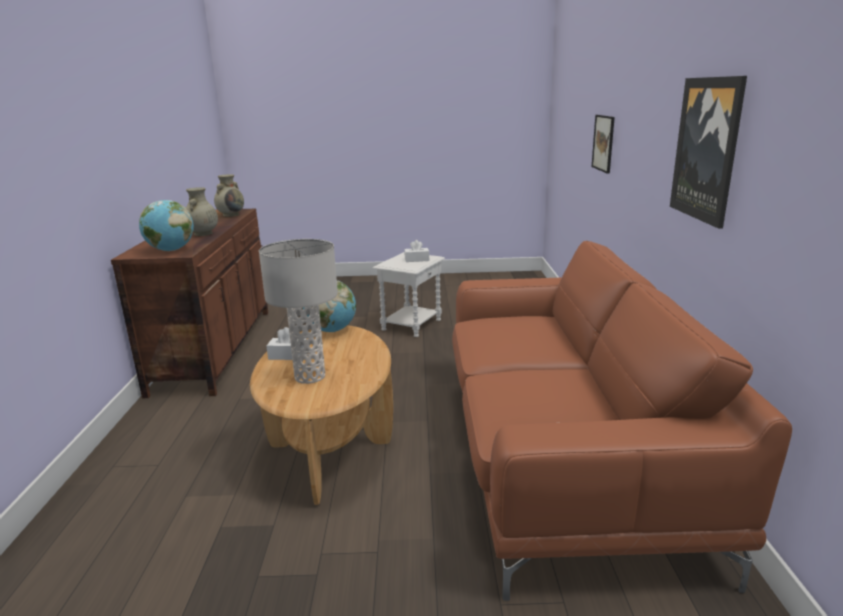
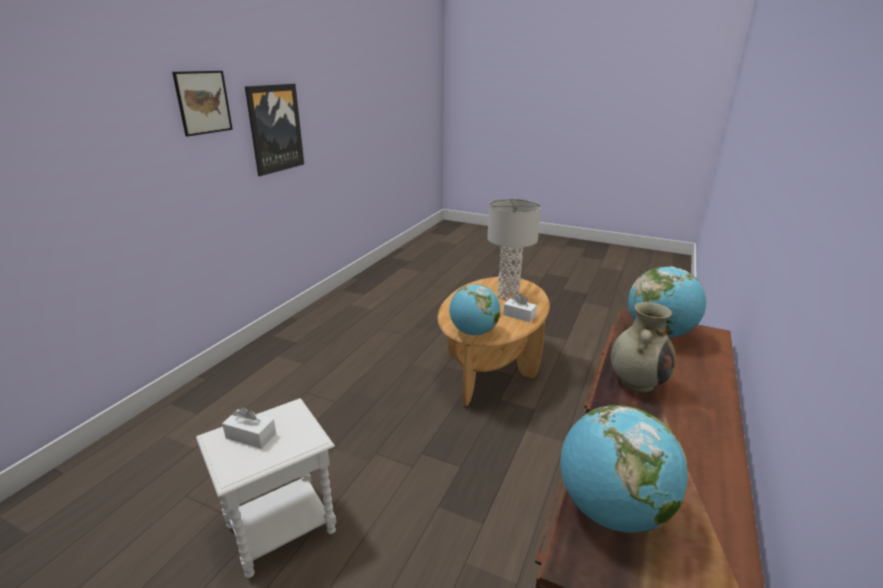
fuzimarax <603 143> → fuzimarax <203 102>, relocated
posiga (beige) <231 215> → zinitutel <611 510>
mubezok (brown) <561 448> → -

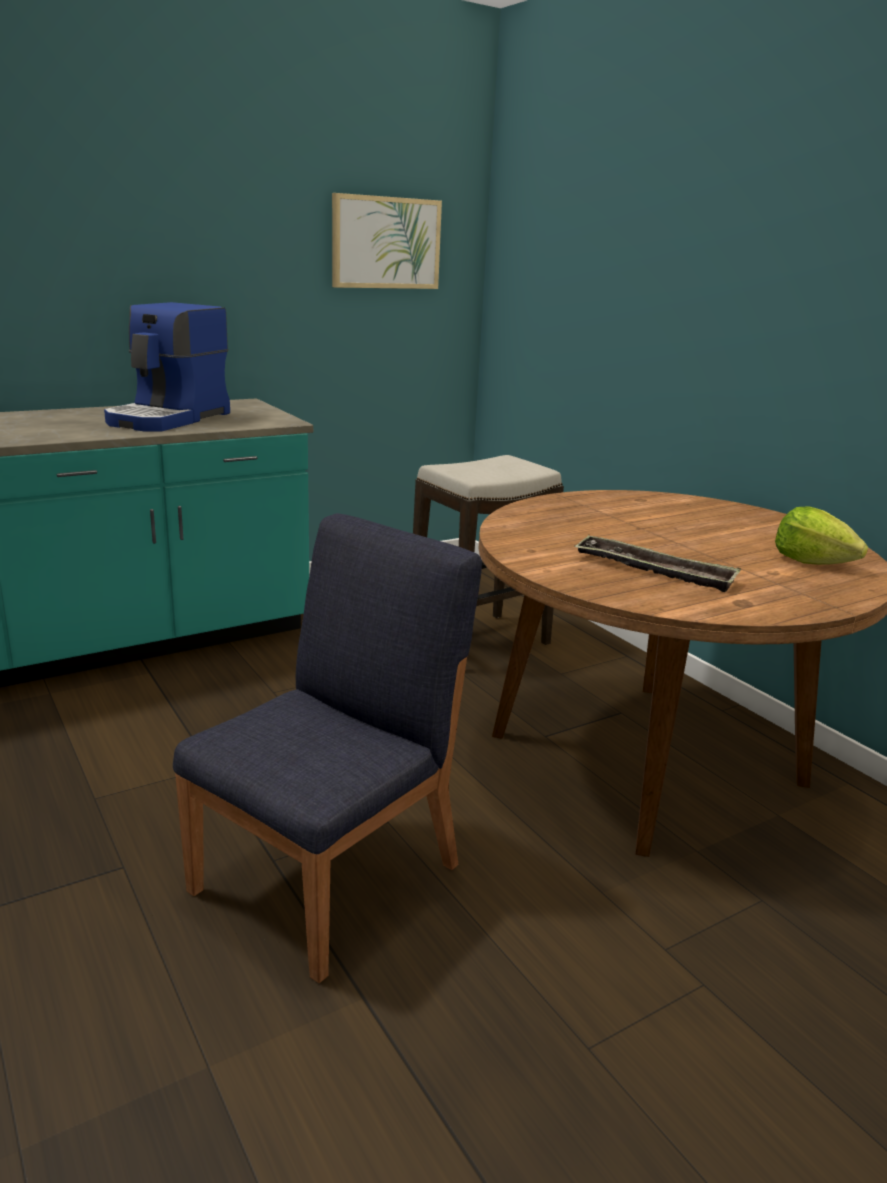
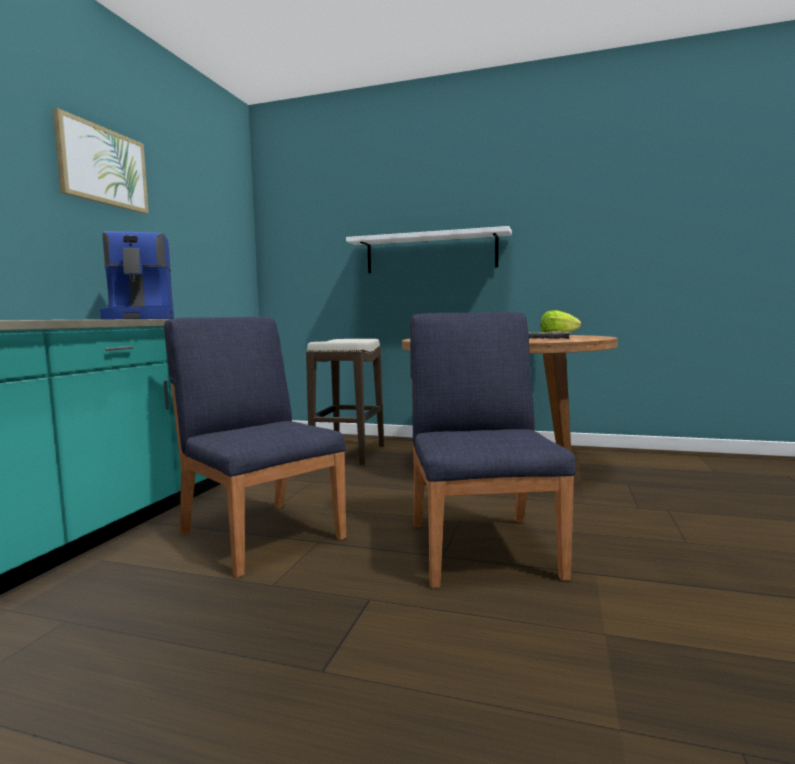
fuzimarax <386 243> → fuzimarax <103 166>, relocated
- → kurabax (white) <430 253>
- → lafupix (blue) <261 534>

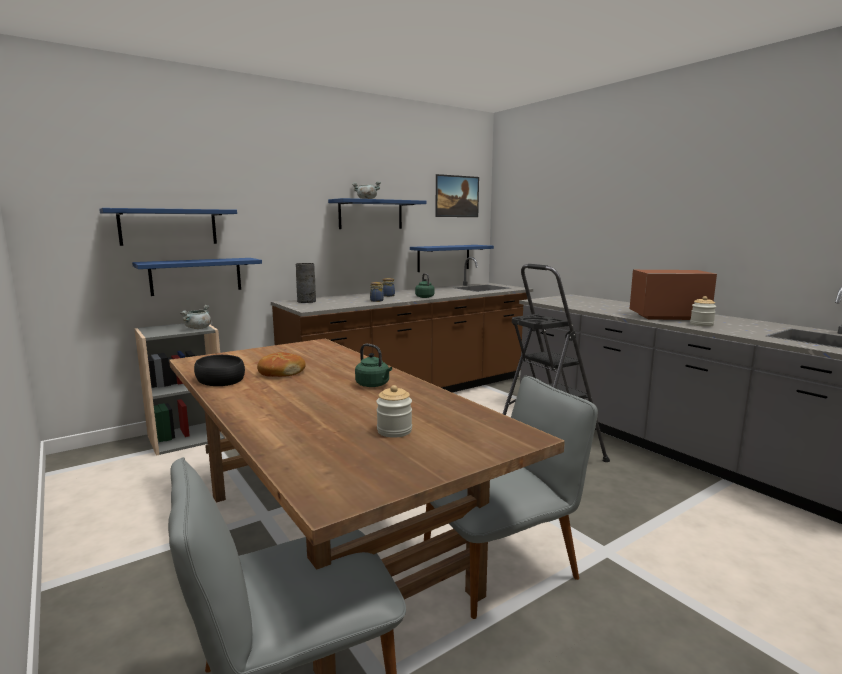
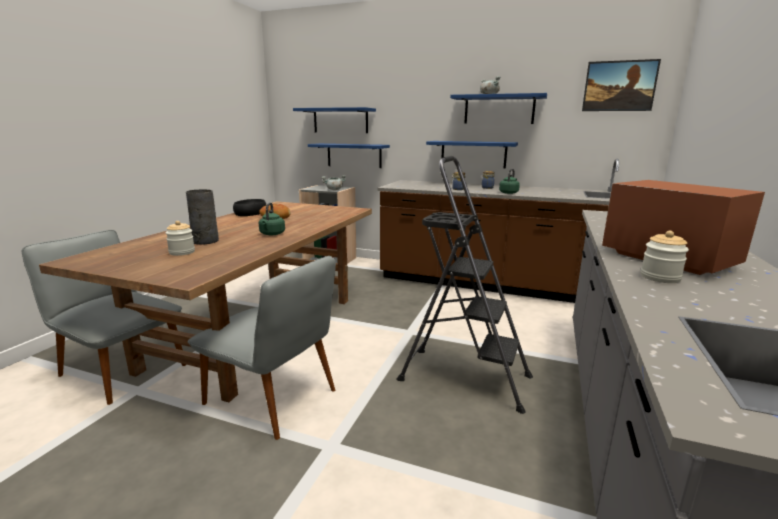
kurabax (blue) <443 258> → kurabax (blue) <473 154>, relocated
posiga (grey) <306 301> → posiga (grey) <205 241>, relocated

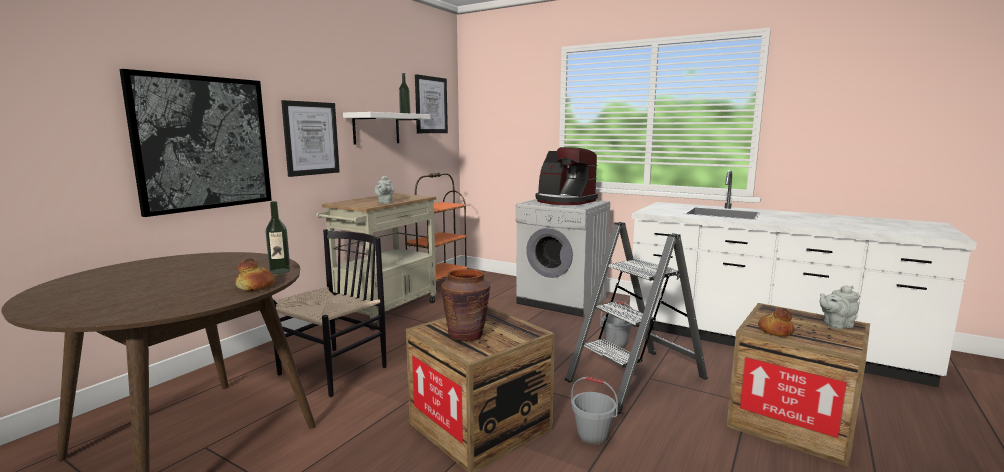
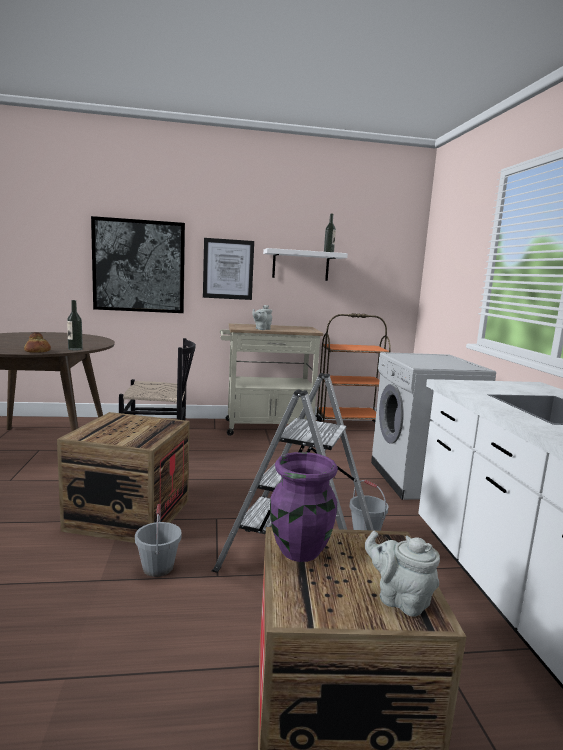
fuzimarax <431 105> → -
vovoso <564 201> → -
posiga (brown) <466 335> → -
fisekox <774 331> → posiga (purple) <299 551>

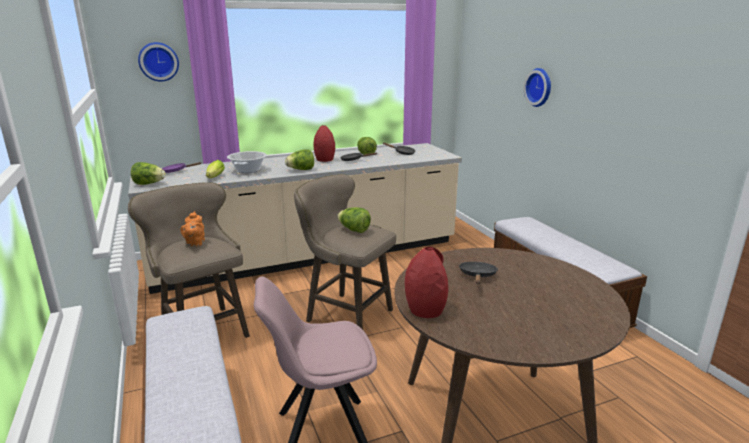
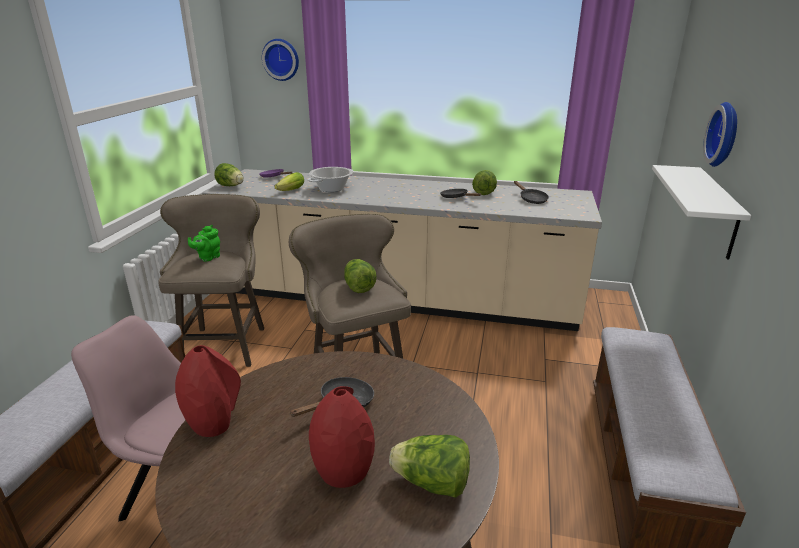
posiga (red) <324 160> → posiga (red) <342 470>, relocated
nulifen <301 170> → nulifen <432 484>, relocated
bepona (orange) <195 243> → bepona (green) <208 257>
- → kurabax (white) <716 212>

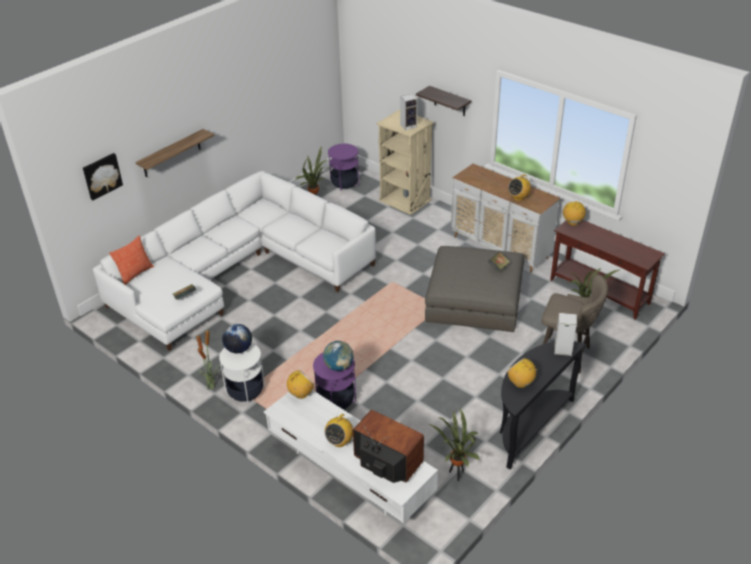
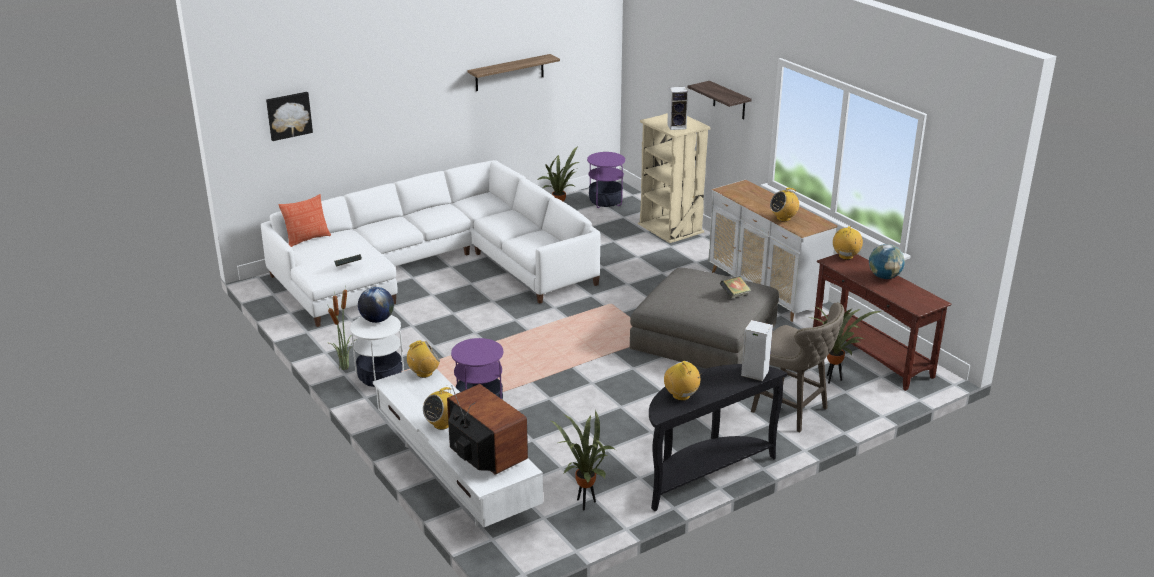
kurabax <171 153> → kurabax <509 72>, relocated
zinitutel <339 366> → zinitutel <884 277>, relocated

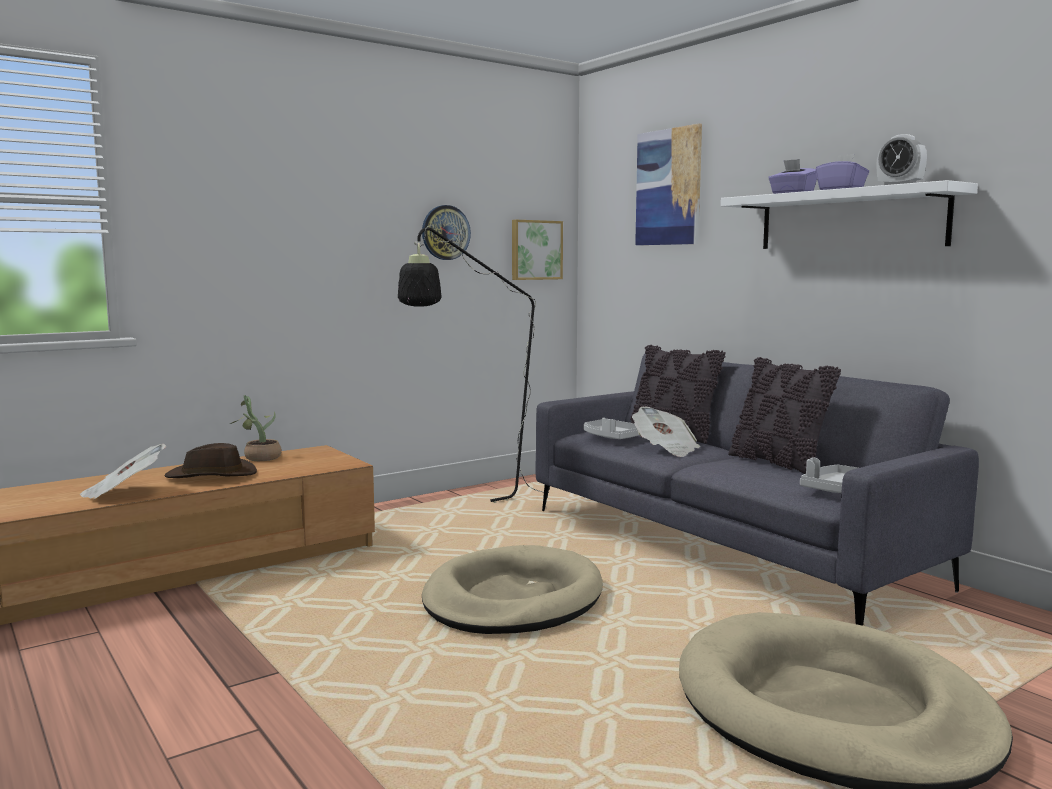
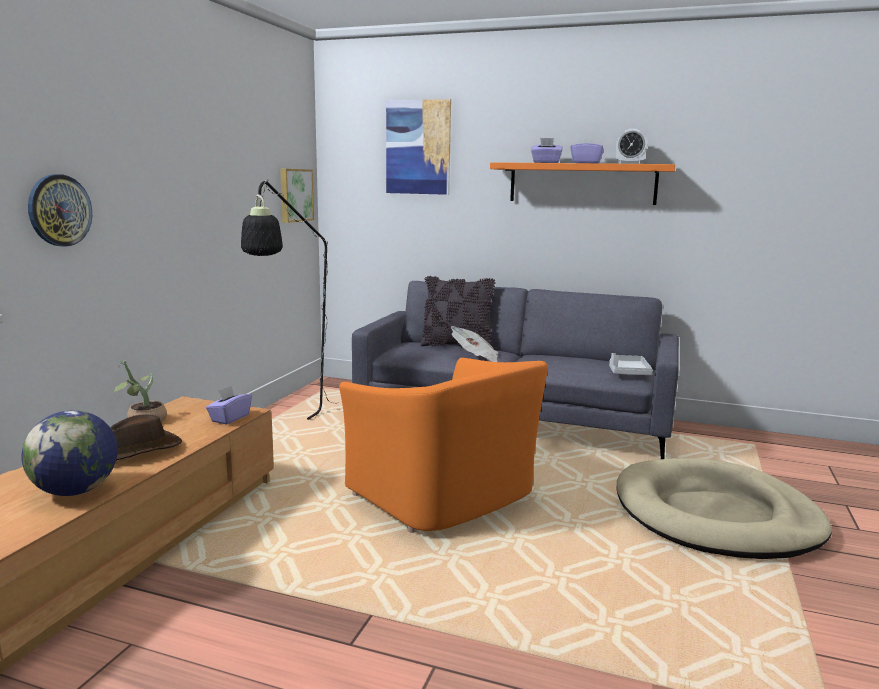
kurabax (white) <850 220> → kurabax (orange) <582 183>
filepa <445 232> → filepa <59 210>, relocated
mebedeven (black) <778 463> → -
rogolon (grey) <612 437> → -
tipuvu <123 493> → zinitutel <75 491>
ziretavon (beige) <512 599> → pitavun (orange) <445 497>
- → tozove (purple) <230 418>

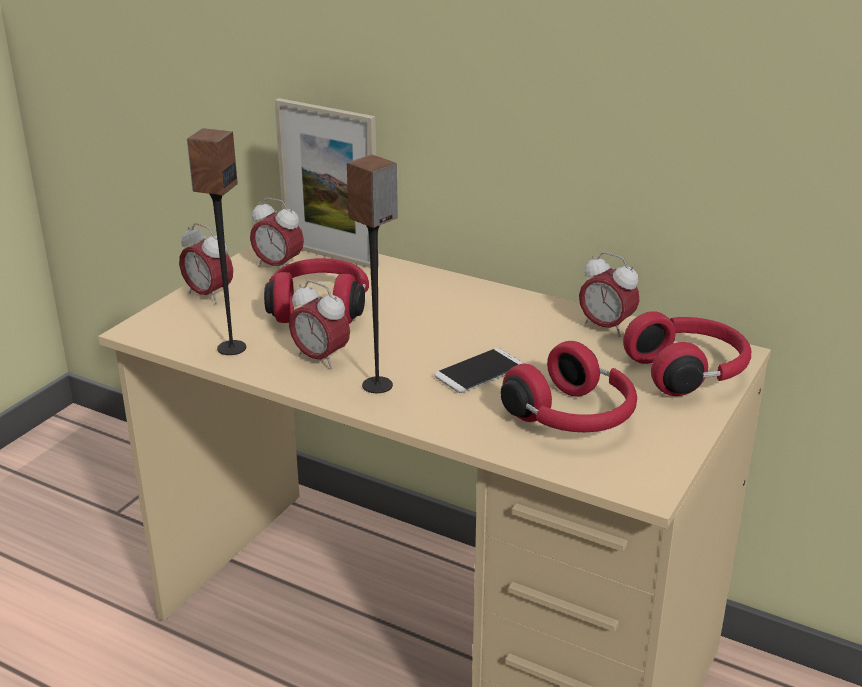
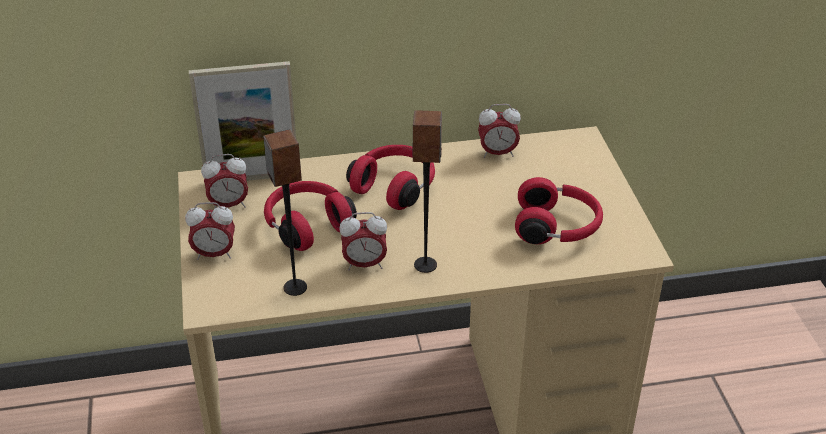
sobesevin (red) <688 372> → sobesevin (red) <395 186>, relocated
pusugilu <479 372> → -

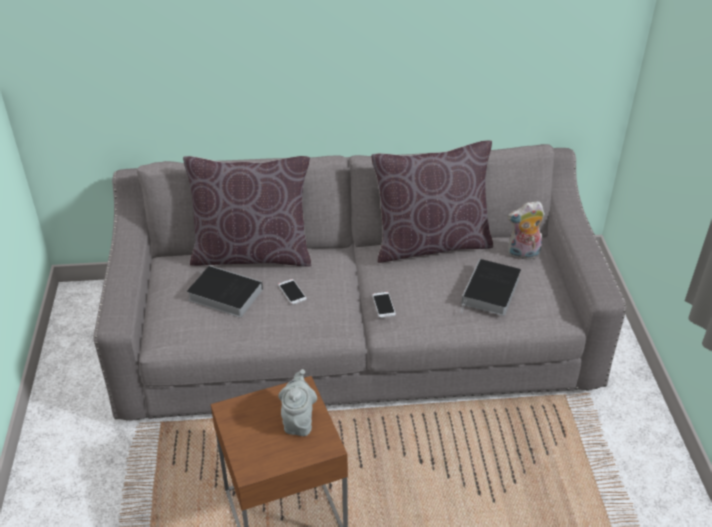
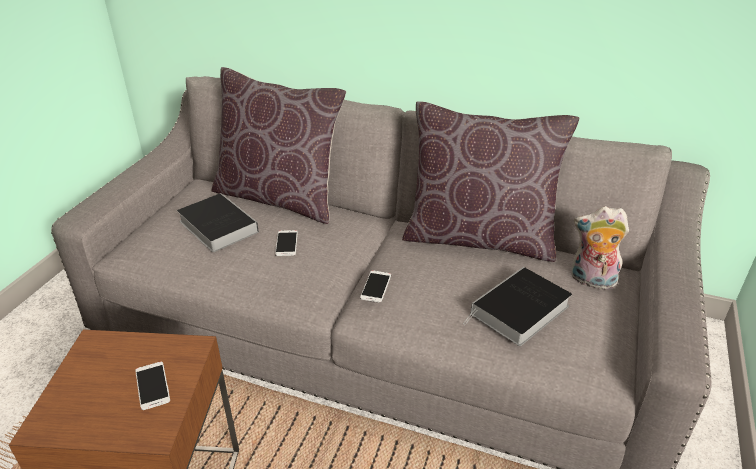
bepona (grey) <298 420> → pusugilu <152 385>

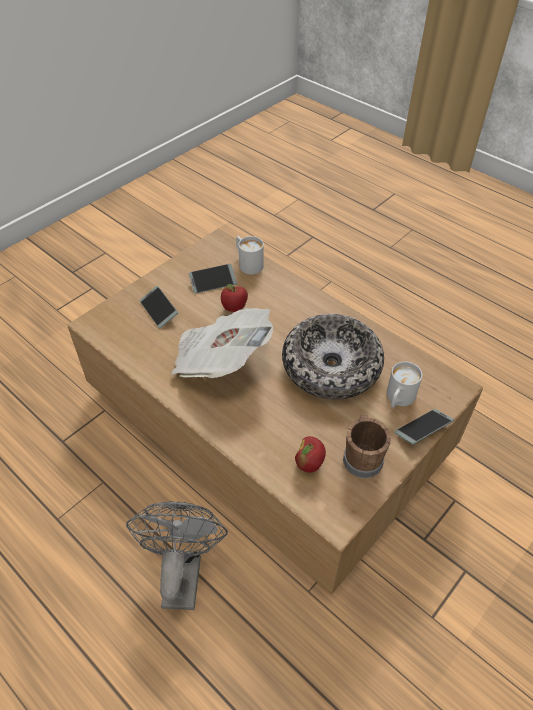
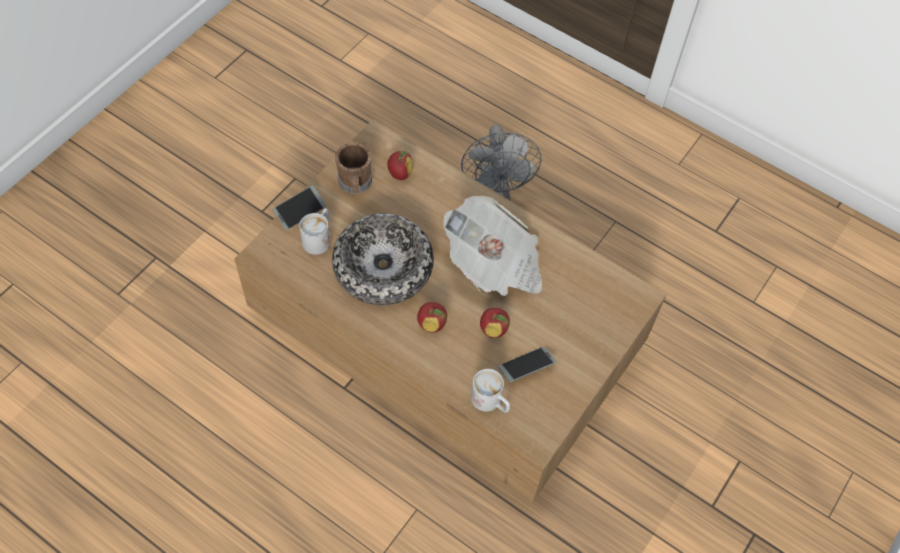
pusugilu <159 310> → -
- → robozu <432 324>

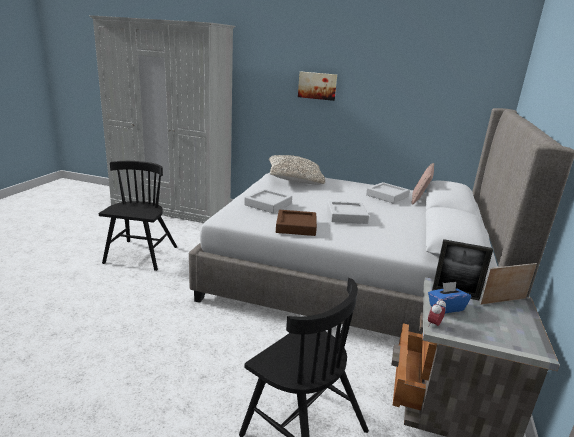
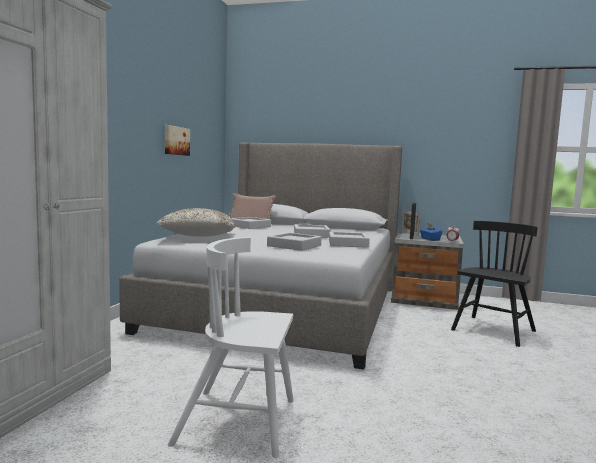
fuzimarax <317 85> → fuzimarax <176 141>, relocated
lafupix (black) <139 256> → lafupix (white) <244 421>
rogolon (brown) <296 226> → rogolon (grey) <348 244>

